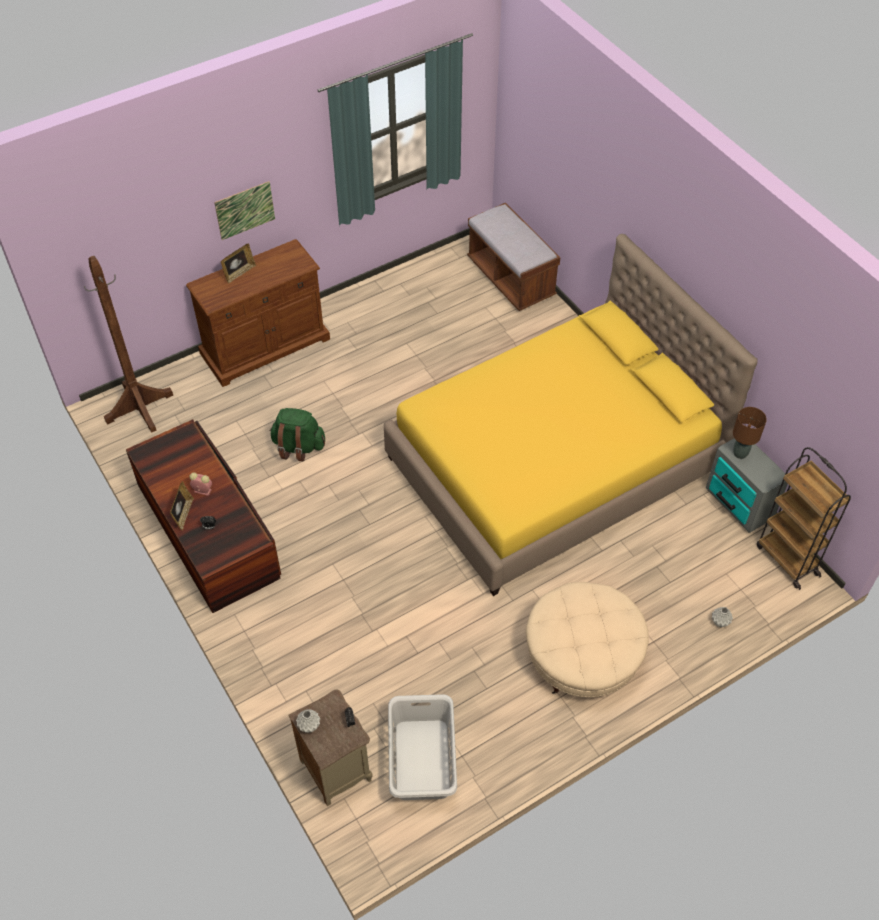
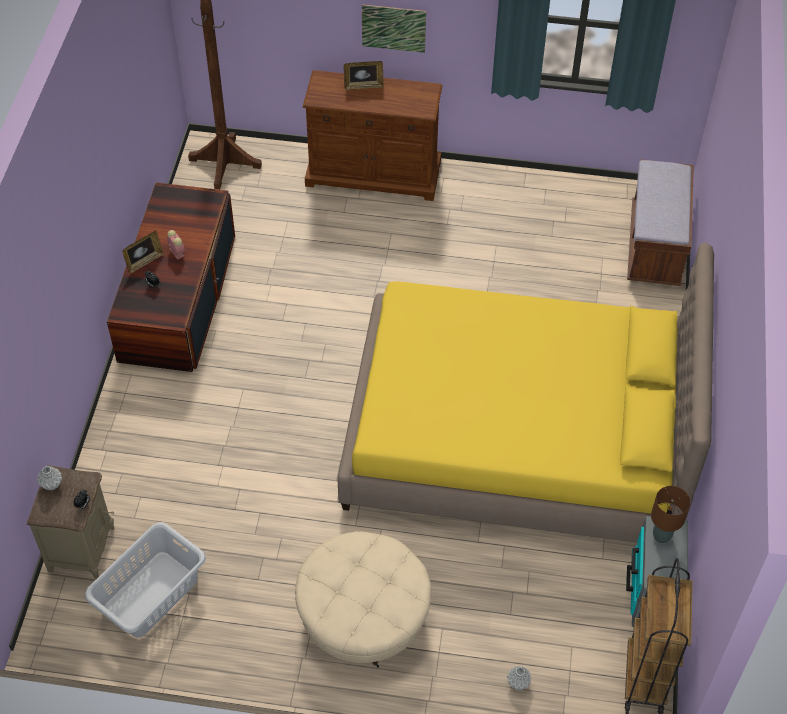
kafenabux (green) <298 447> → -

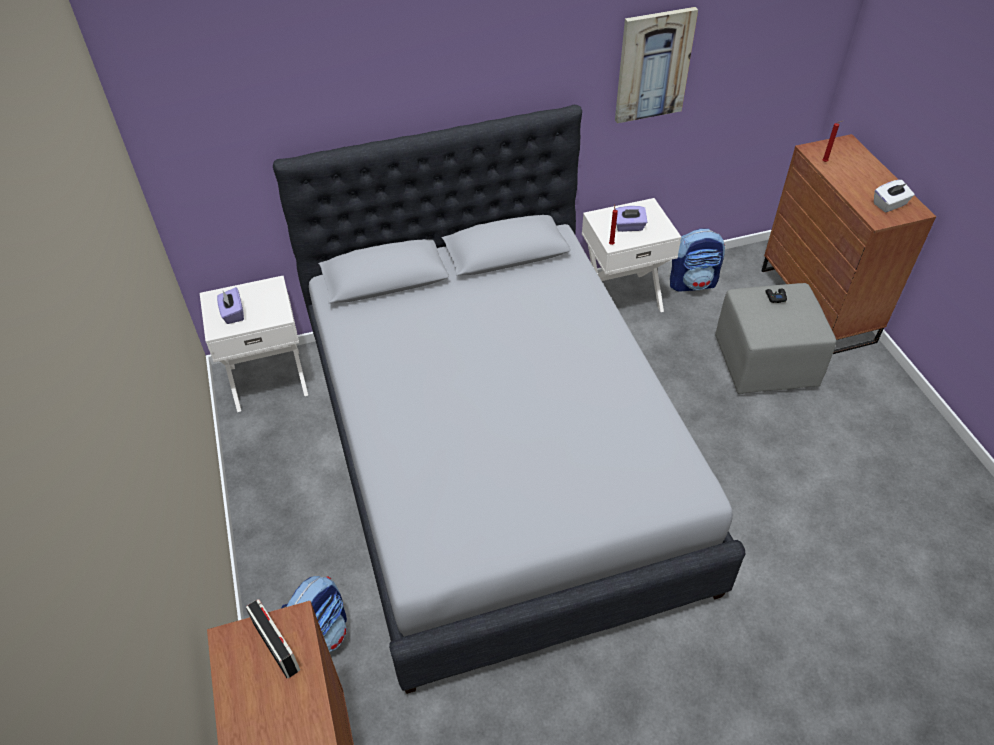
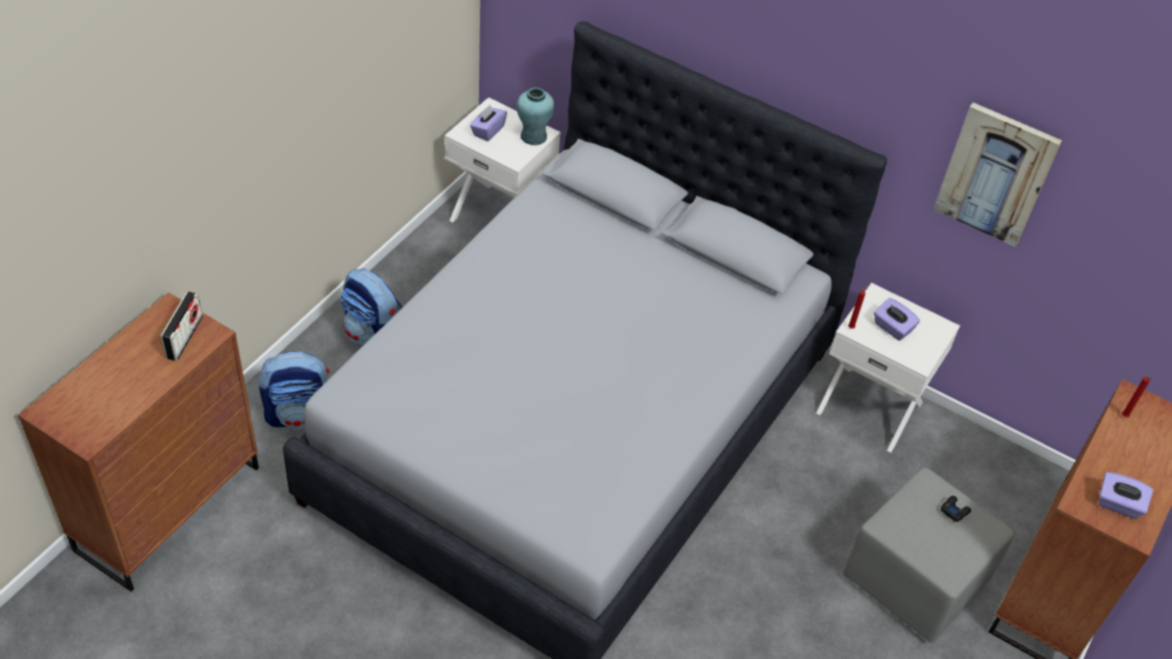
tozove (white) <890 204> → tozove (purple) <1118 504>
kafenabux <693 283> → kafenabux <374 335>, relocated
- → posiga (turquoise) <533 136>

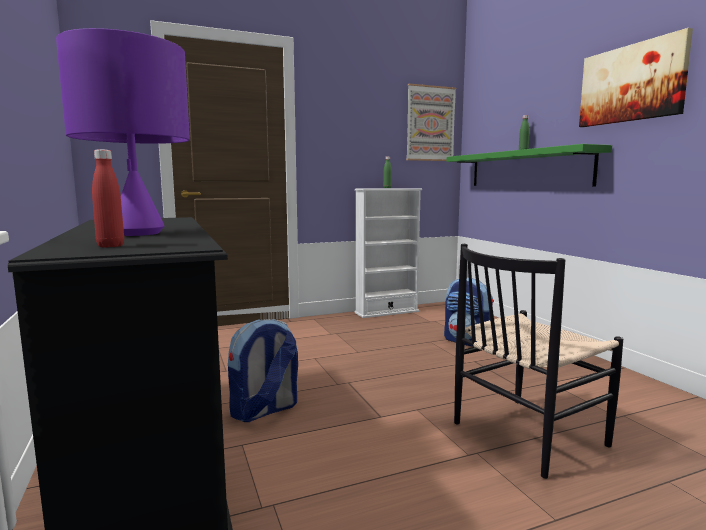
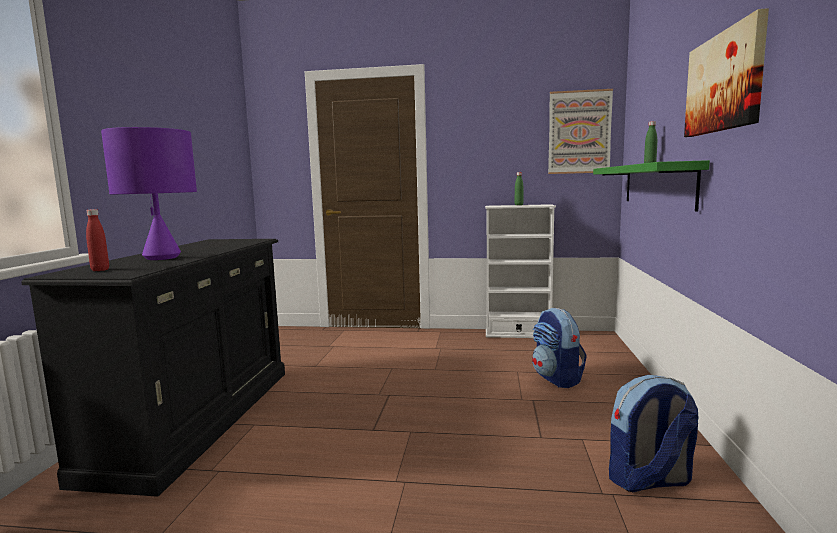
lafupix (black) <524 436> → -
kafenabux <264 410> → kafenabux <649 481>, relocated

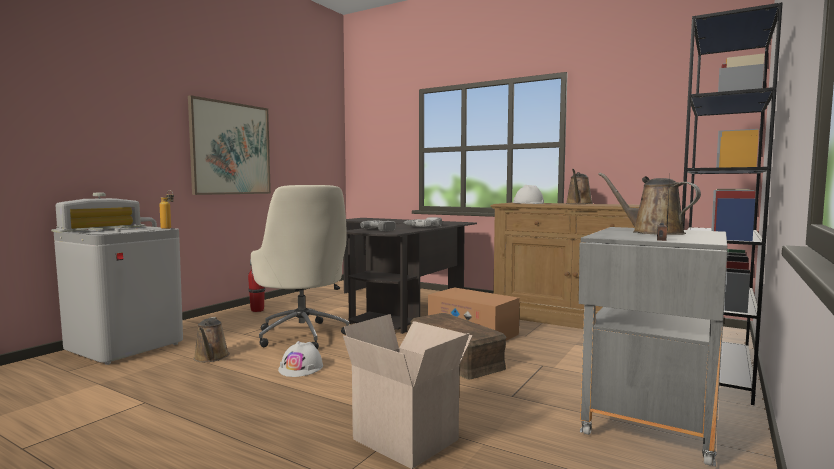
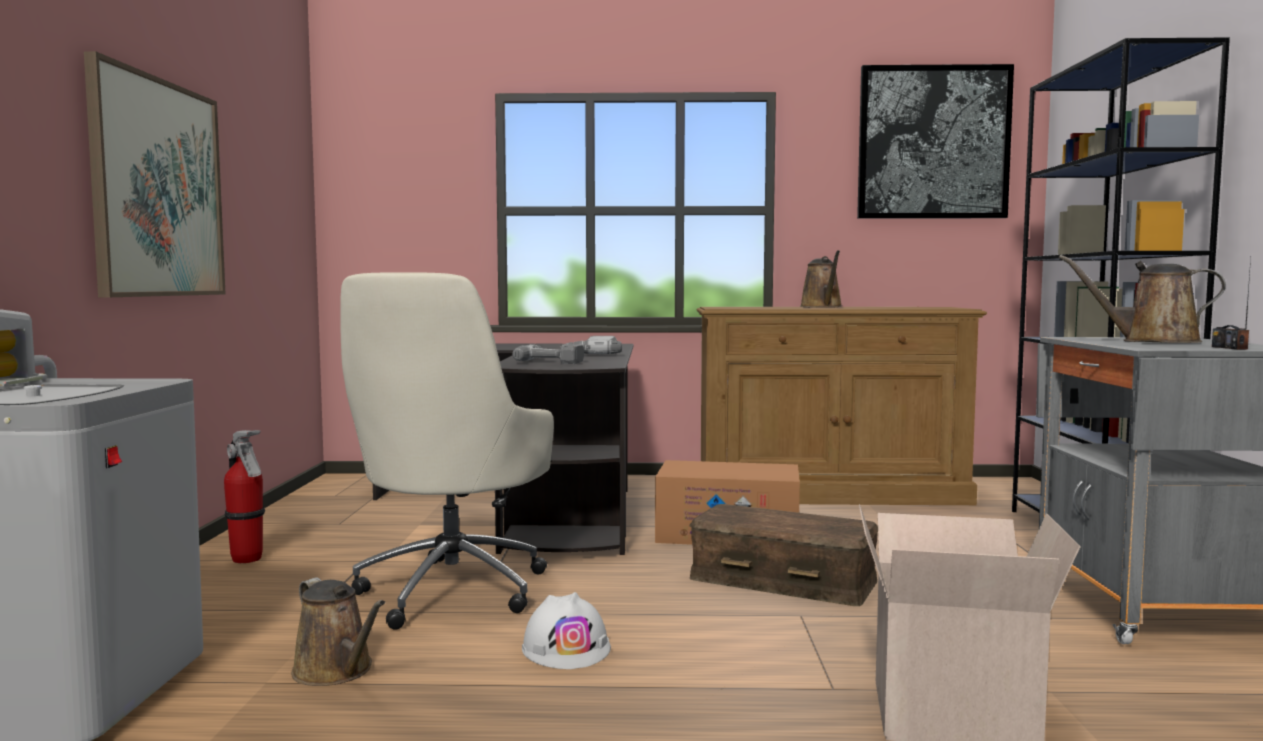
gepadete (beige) <302 336> → gepadete (beige) <451 592>, 75 degrees clockwise
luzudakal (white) <527 203> → -
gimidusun <168 228> → -
- → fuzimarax <933 143>

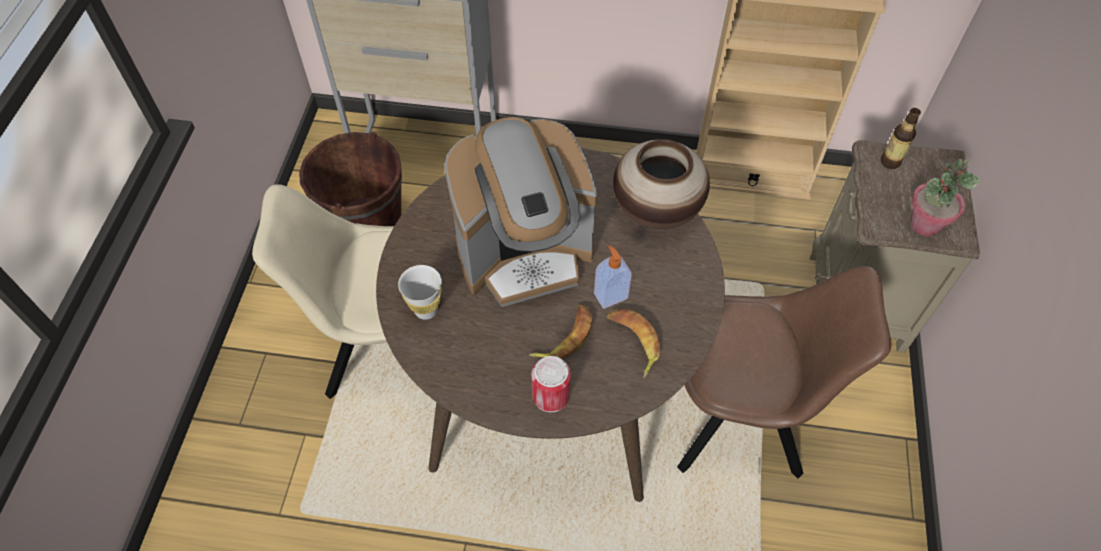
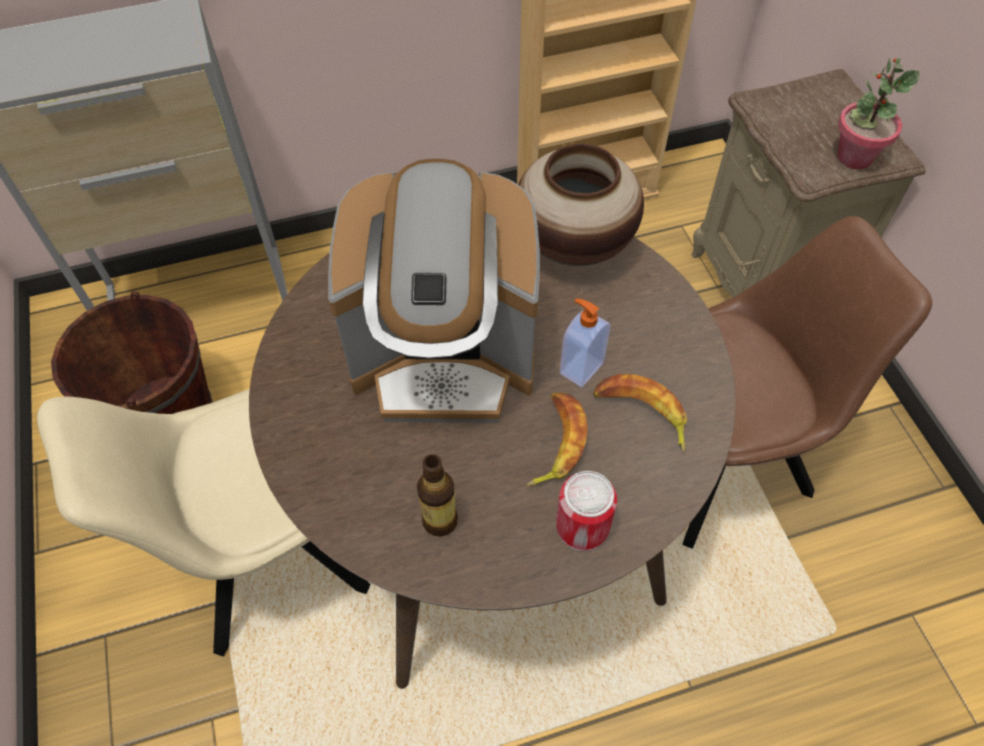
gimidusun <890 162> → gimidusun <440 521>, relocated
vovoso <524 255> → vovoso <445 360>, 45 degrees clockwise
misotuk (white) <426 310> → -

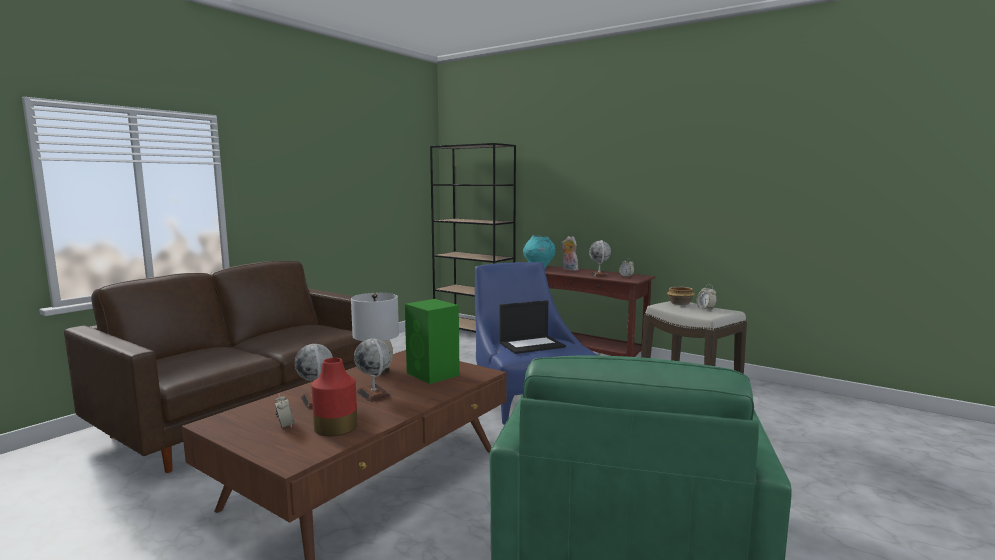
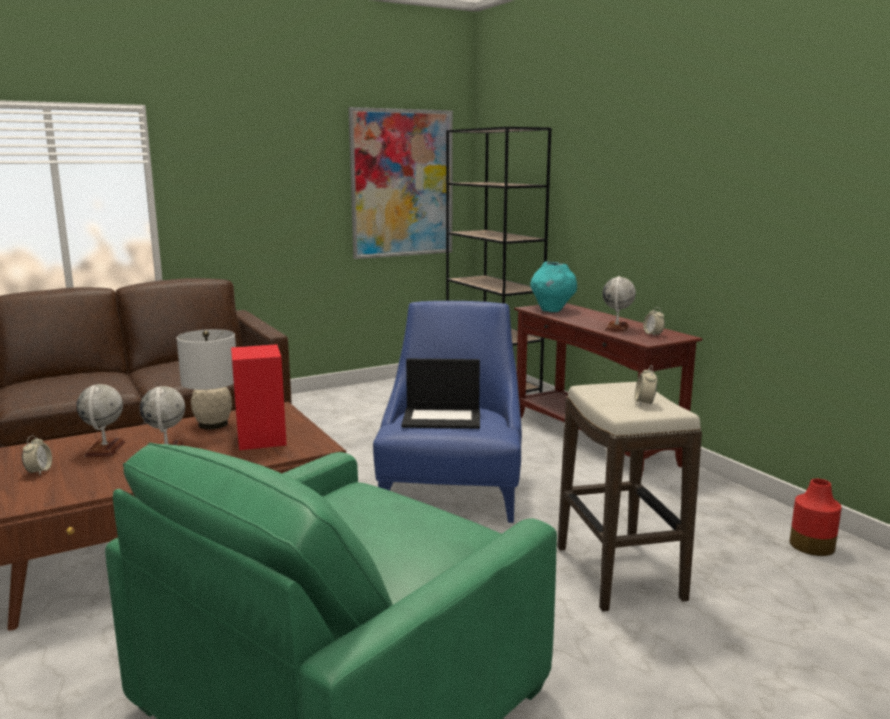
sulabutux <568 269> → -
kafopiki <679 304> → -
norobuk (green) <433 374> → norobuk (red) <261 439>
posiga (red) <335 427> → posiga (red) <811 545>, relocated
- → fuzimarax <402 183>

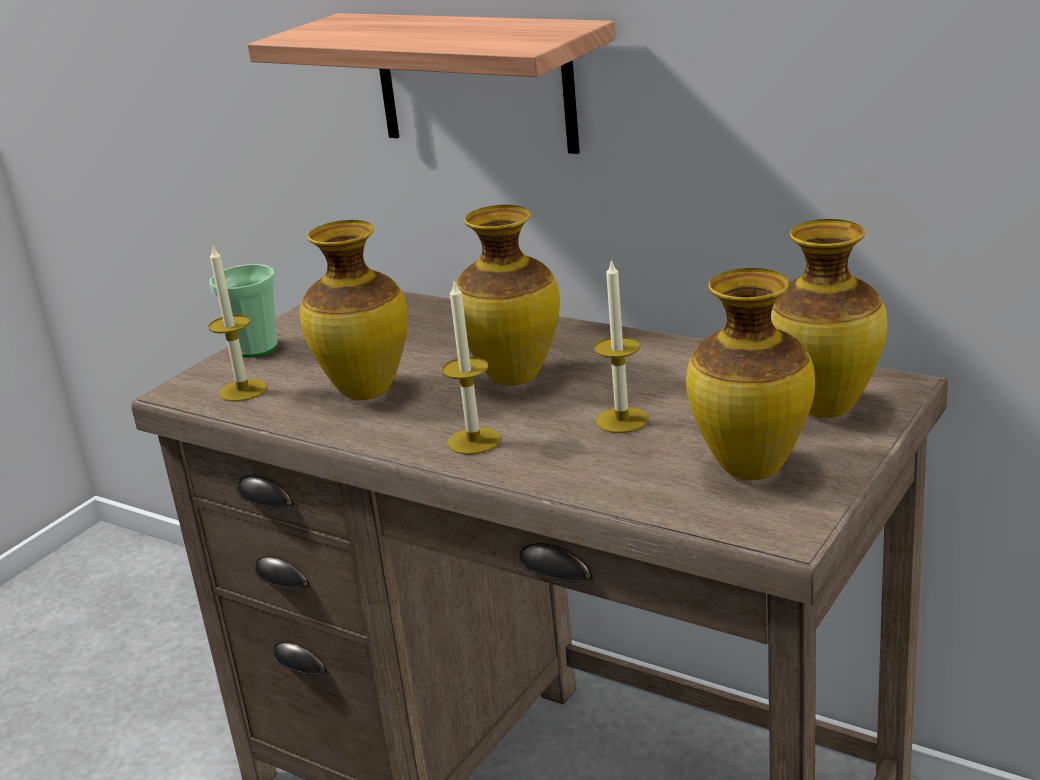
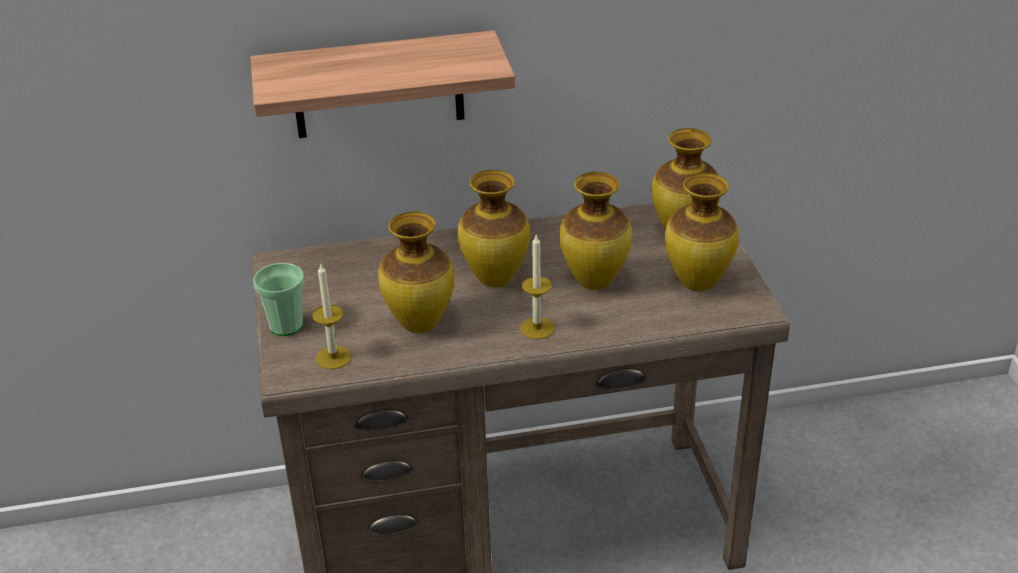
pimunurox <622 420> → posiga <595 282>

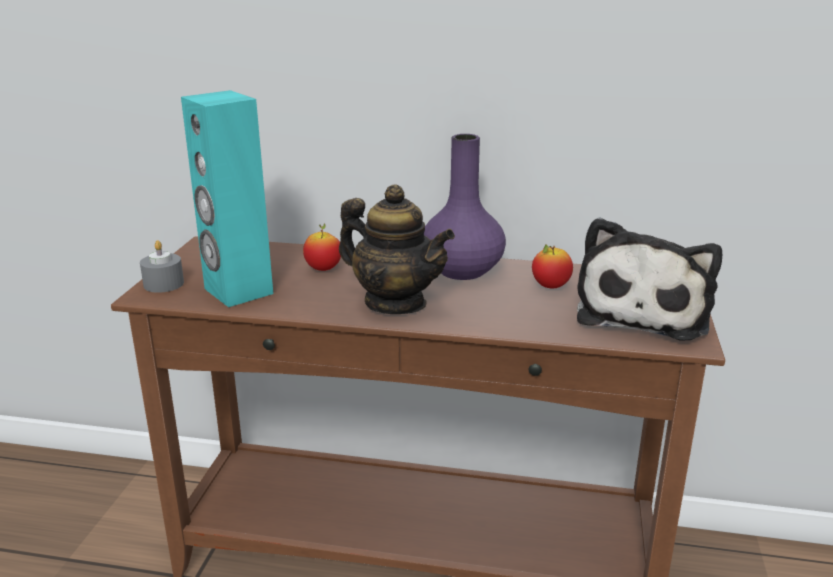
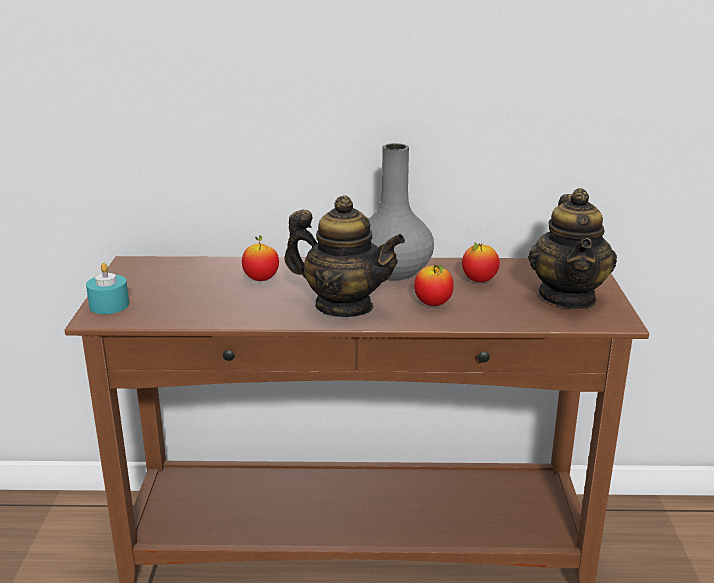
norobuk (turquoise) <237 291> → -
posiga (purple) <463 271> → posiga (grey) <394 272>
sulabutux <643 312> → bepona <568 297>
pimunurox (grey) <163 284> → pimunurox (turquoise) <109 305>
- → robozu <433 304>

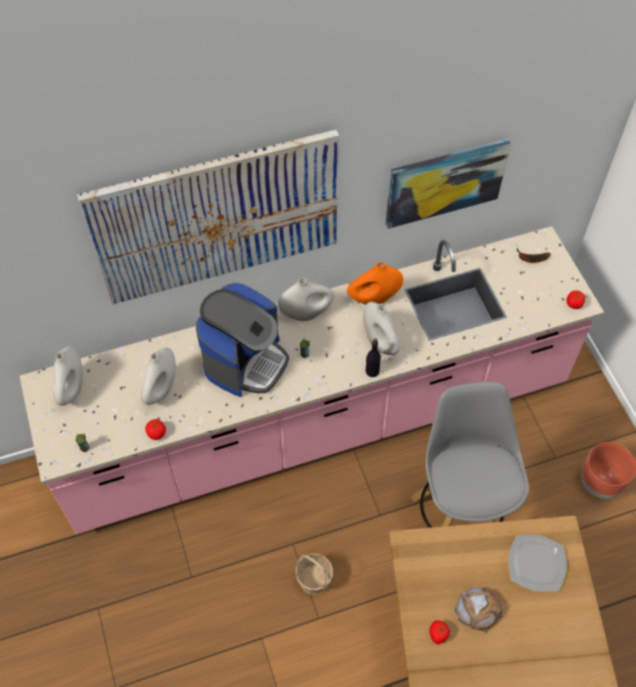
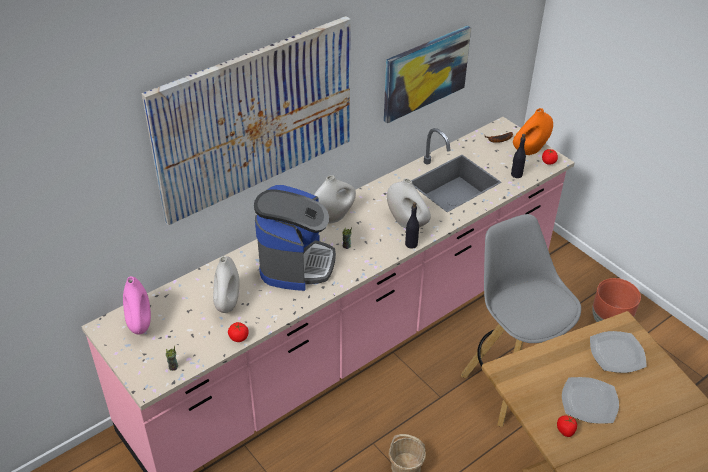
posiga (orange) <373 299> → posiga (orange) <530 150>, relocated
posiga (white) <72 389> → posiga (pink) <140 324>
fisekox <478 609> → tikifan <589 401>
- → gimidusun (black) <516 174>

